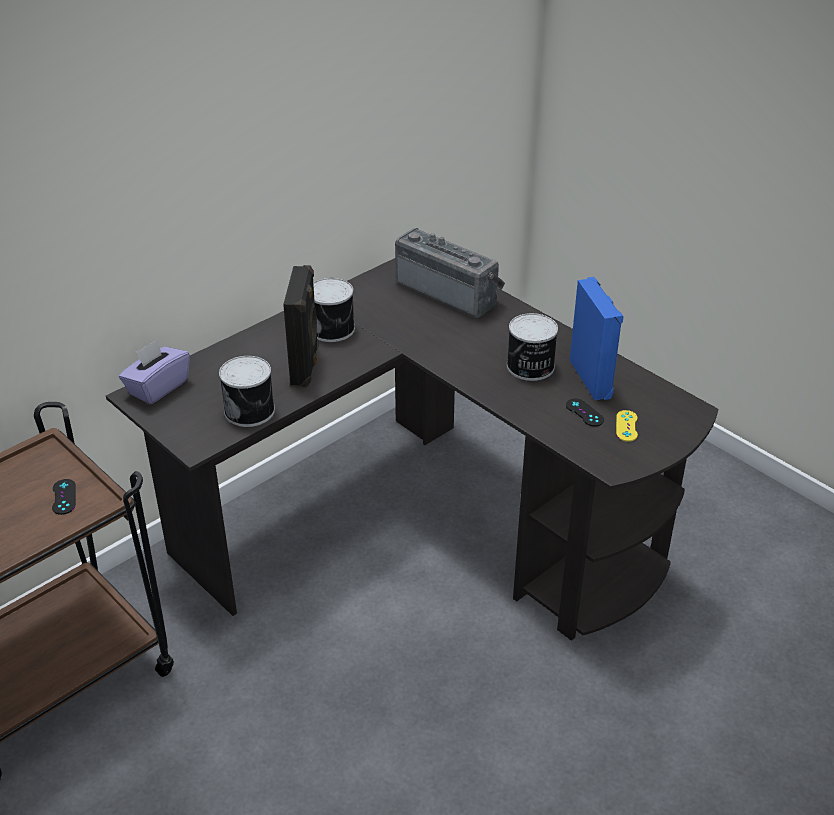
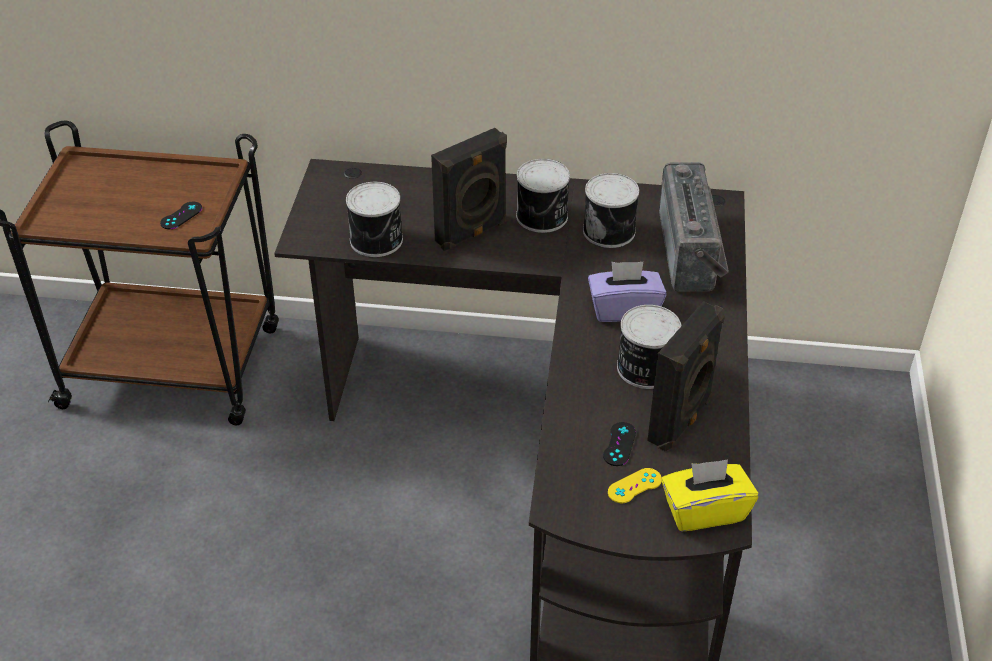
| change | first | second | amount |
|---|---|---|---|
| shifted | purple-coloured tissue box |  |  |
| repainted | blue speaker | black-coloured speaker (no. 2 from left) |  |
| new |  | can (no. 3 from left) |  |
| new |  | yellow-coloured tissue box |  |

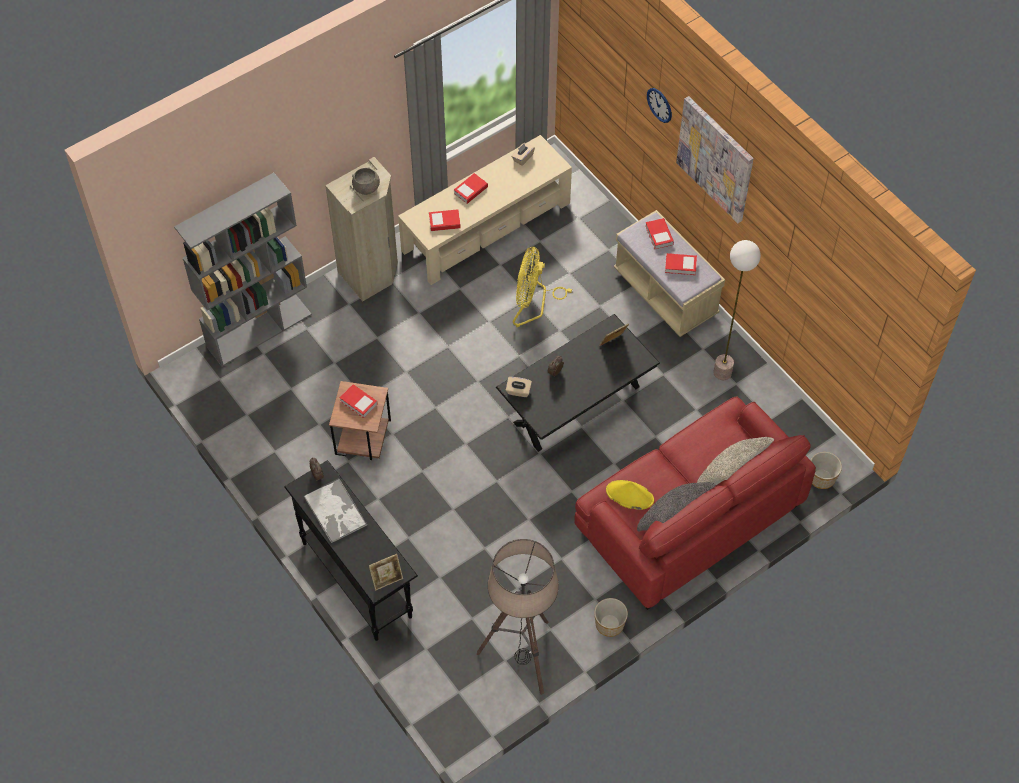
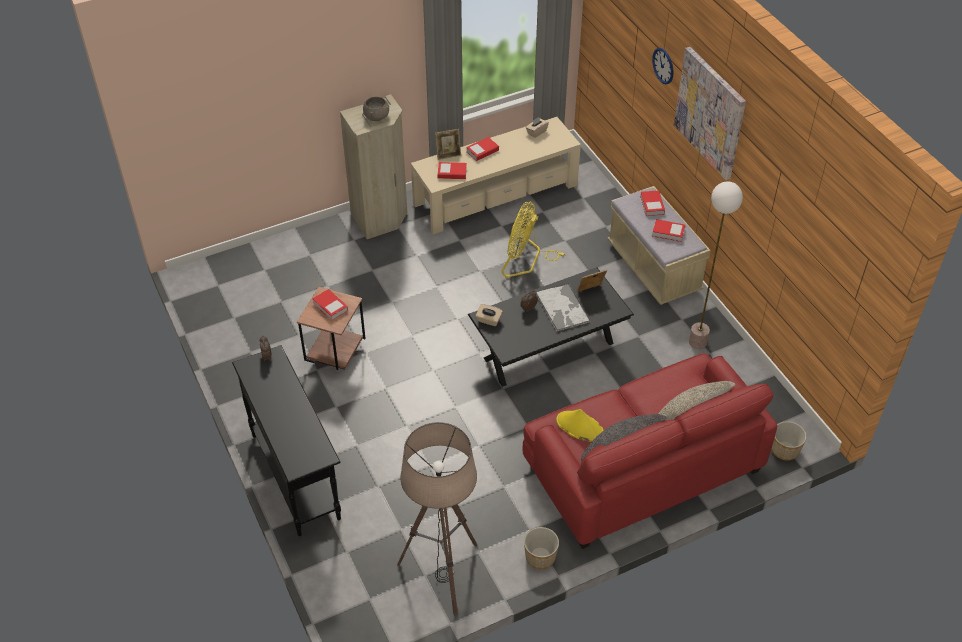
| change | first | second | amount |
|---|---|---|---|
| gone | gray bookshelf |  |  |
| shifted | serving tray |  |  |
| shifted | picture frame (no. 1 from left) |  |  |

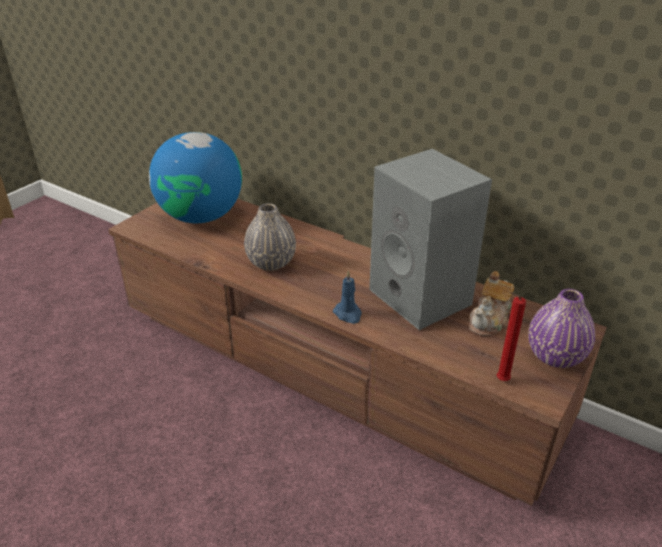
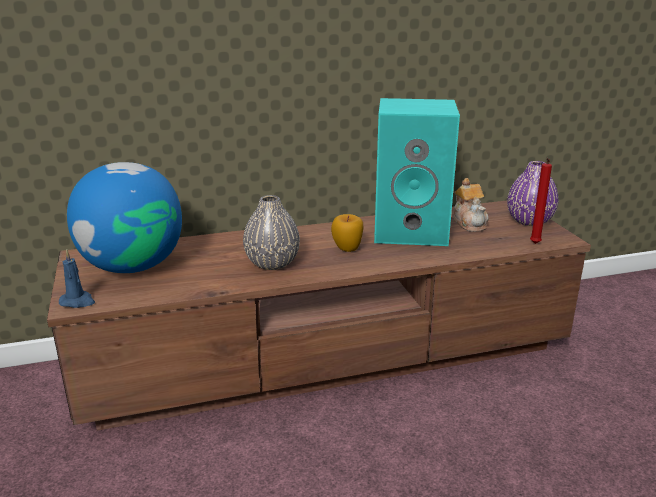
| change | first | second | amount |
|---|---|---|---|
| shifted | blue candle |  |  |
| repainted | gray speaker | turquoise speaker |  |
| new |  | whole apple |  |

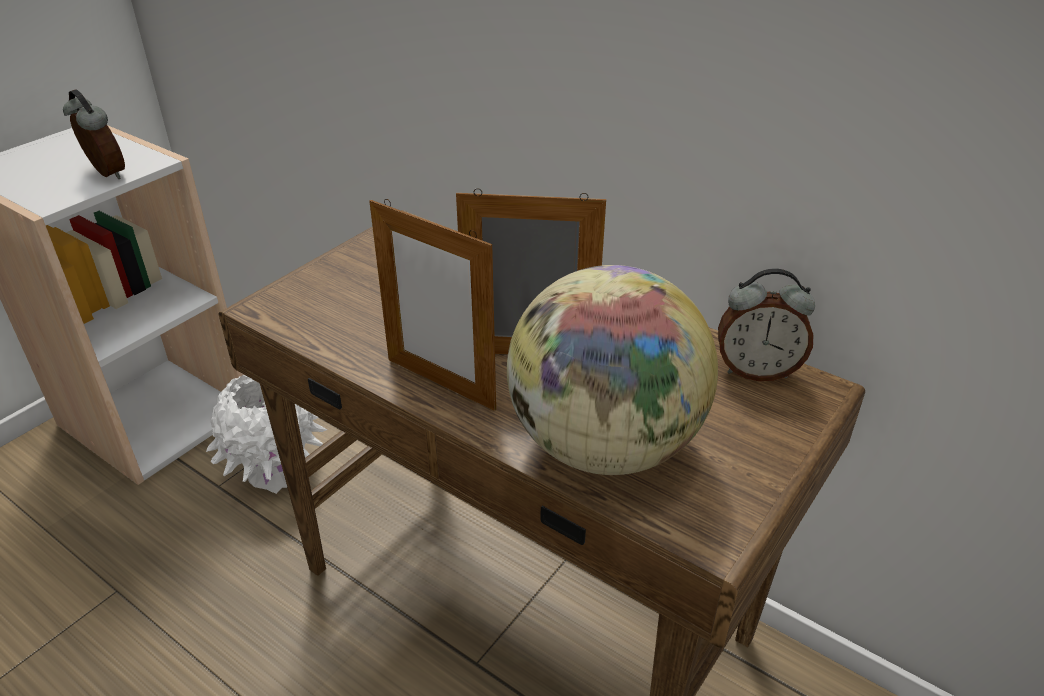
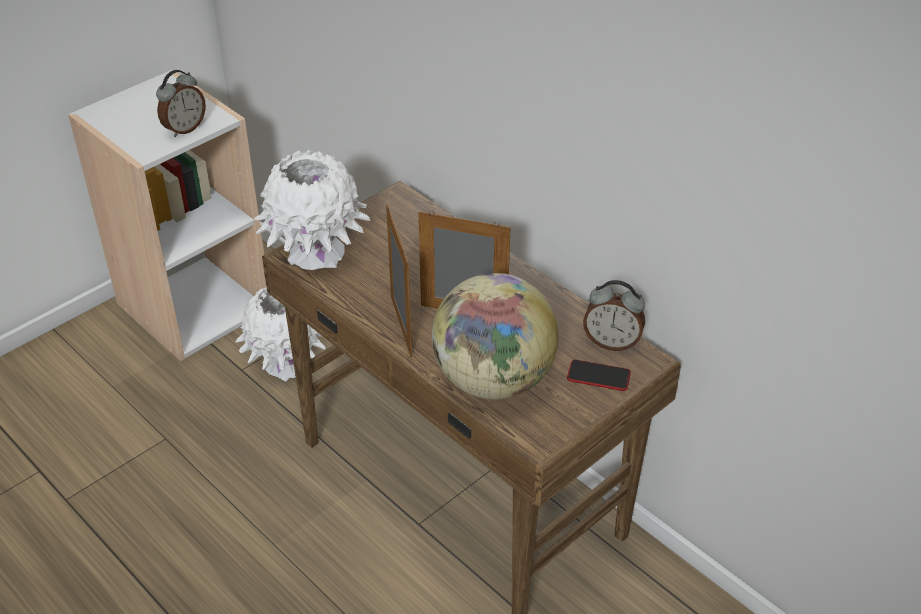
| change | first | second | amount |
|---|---|---|---|
| rotated | table clock (no. 1 from left) |  | 75 degrees clockwise |
| rotated | picture frame (no. 1 from left) |  | 150 degrees counterclockwise |
| new |  | white decorative vase (no. 2 from left) |  |
| new |  | handset |  |

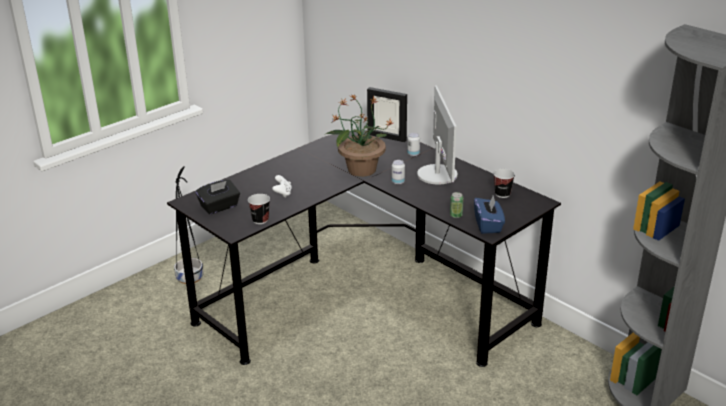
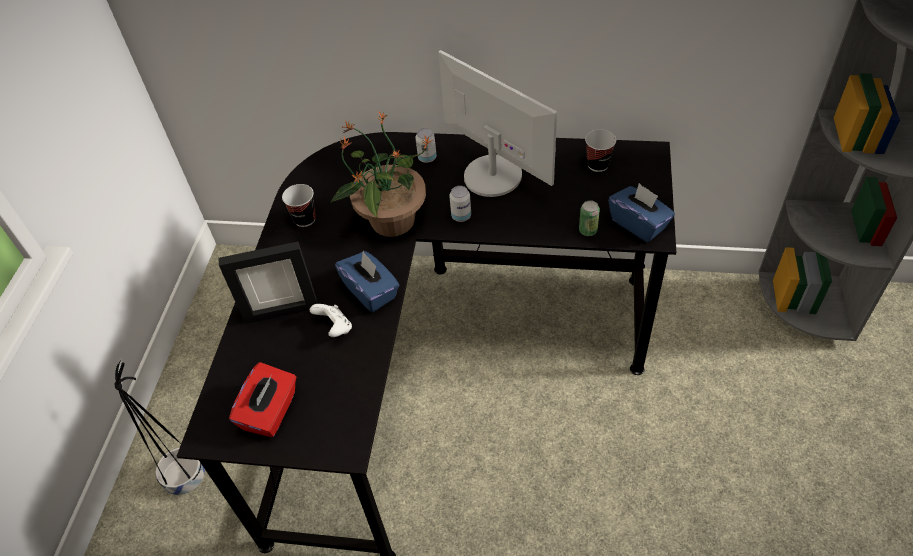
| change | first | second | amount |
|---|---|---|---|
| repainted | black-coloured tissue box | red tissue box |  |
| shifted | small cup (no. 1 from left) |  |  |
| shifted | picture frame |  |  |
| new |  | blue tissue box (no. 1 from left) |  |

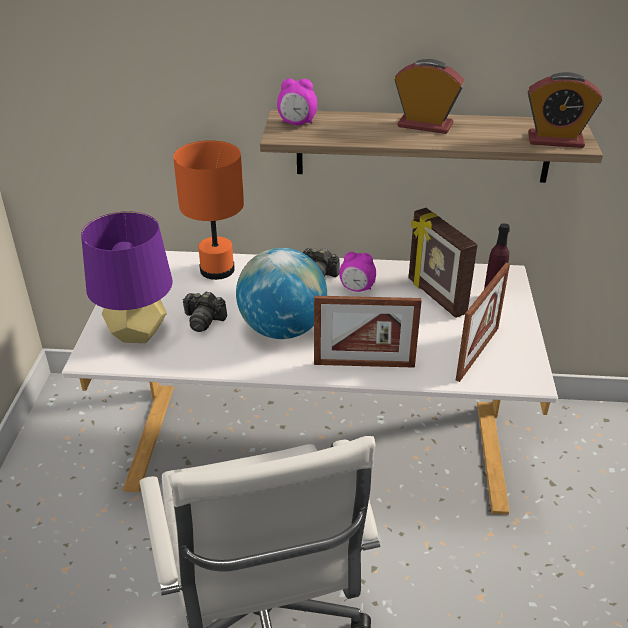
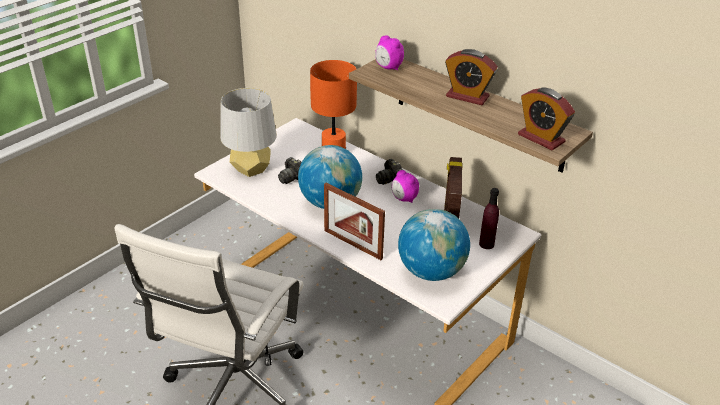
| change | first | second | amount |
|---|---|---|---|
| repainted | purple-coloured table lamp | gray table lamp |  |
| rotated | table clock (no. 3 from left) |  | 150 degrees clockwise |
| swapped | picture frame (no. 3 from left) | globe (no. 2 from left) |  |

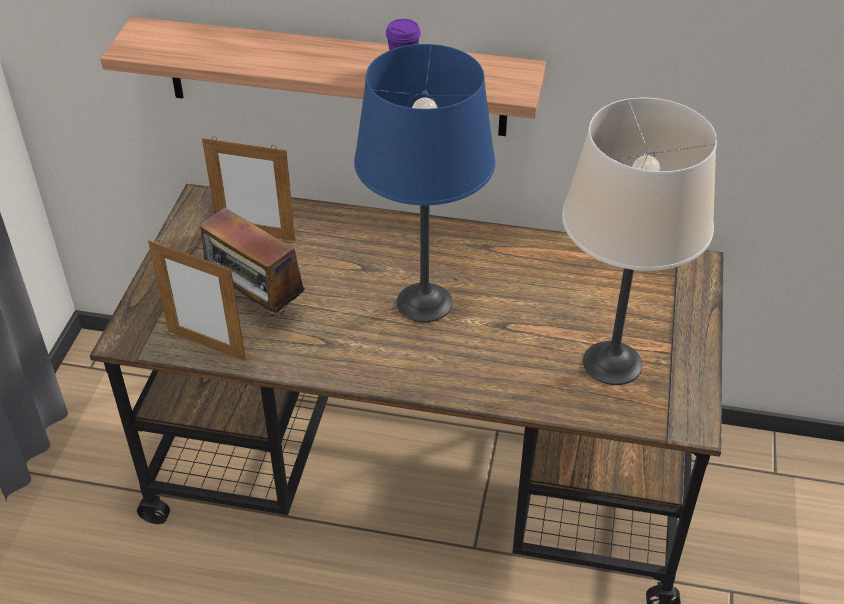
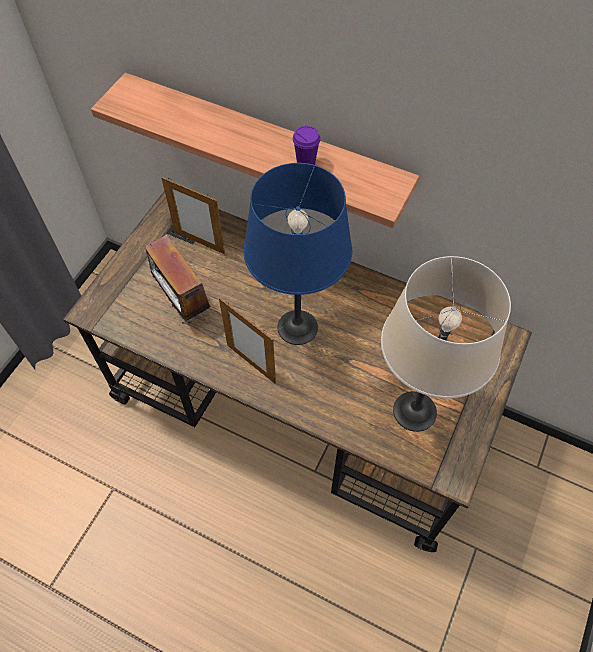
| change | first | second | amount |
|---|---|---|---|
| shifted | picture frame (no. 1 from left in the first image) | picture frame (no. 2 from left) |  |

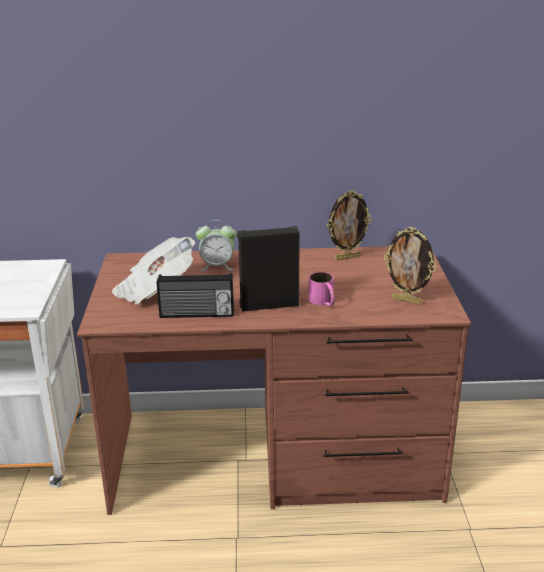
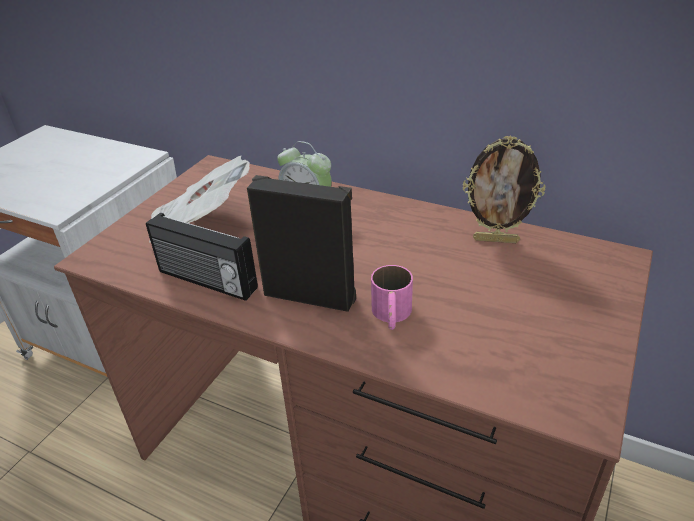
| change | first | second | amount |
|---|---|---|---|
| gone | picture frame (no. 2 from left) |  |  |

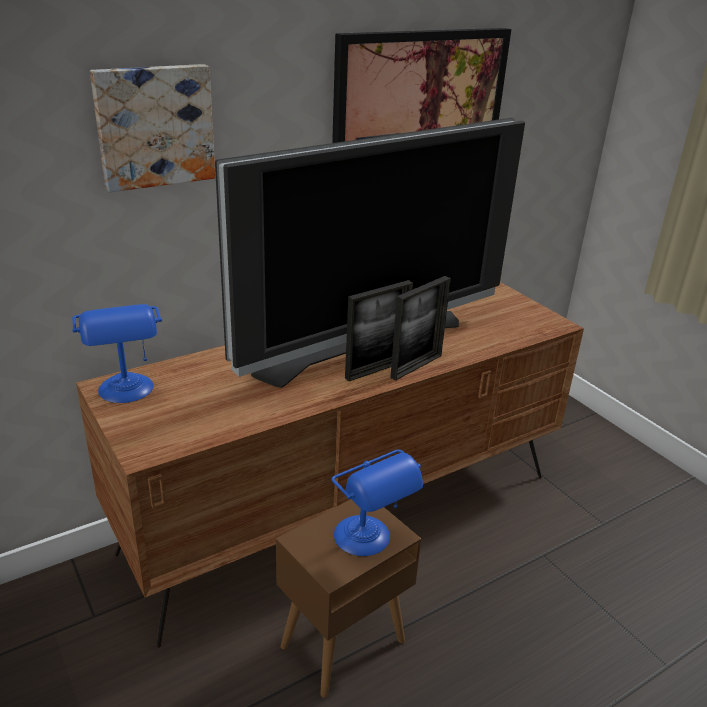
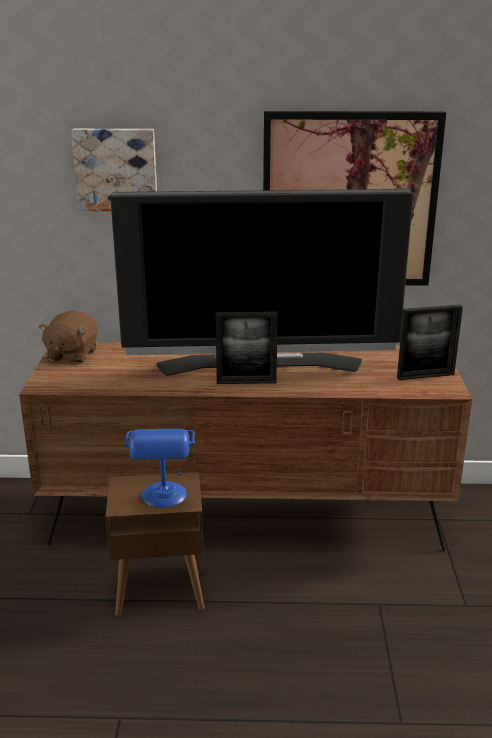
| change | first | second | amount |
|---|---|---|---|
| swapped | blue table lamp (no. 1 from left) | brown soft toy |  |
| shifted | picture frame (no. 2 from left) |  |  |

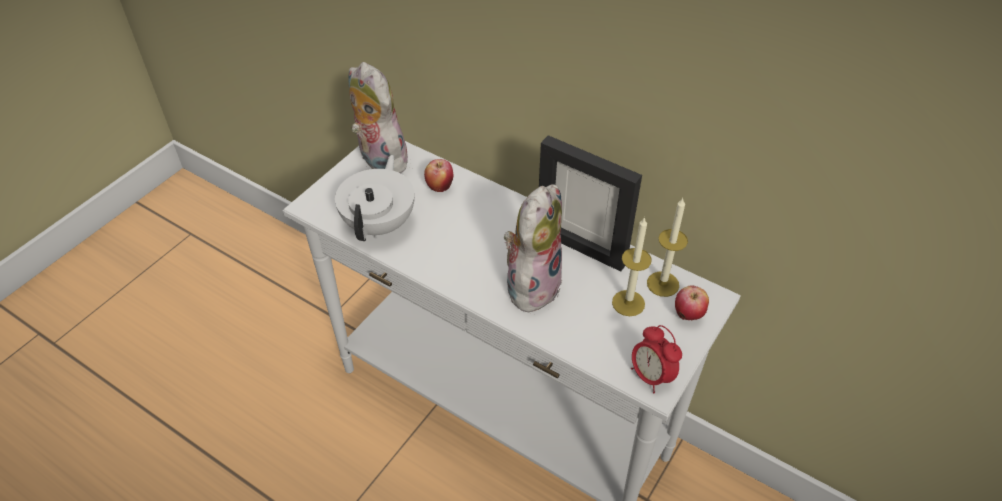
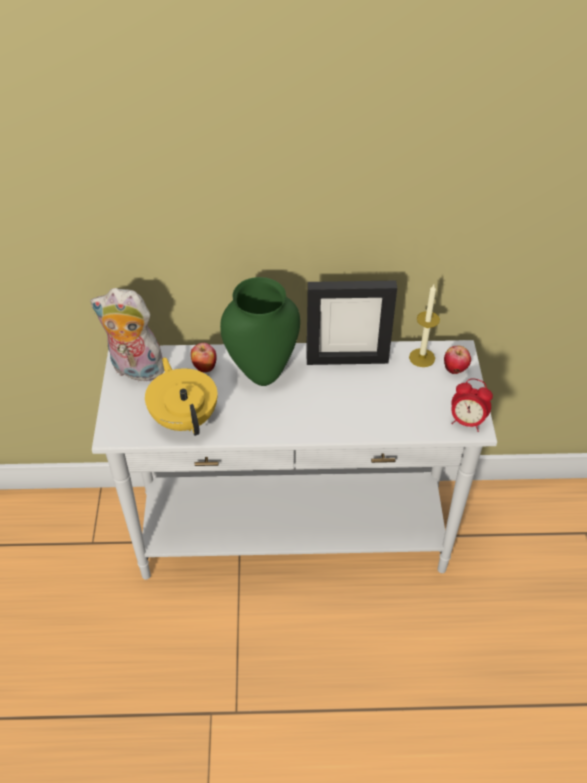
| change | first | second | amount |
|---|---|---|---|
| repainted | white pot for tea | yellow-coloured pot for tea |  |
| gone | soft toy (no. 2 from left) |  |  |
| gone | candle (no. 1 from left) |  |  |
| new |  | greenish decorative vase |  |

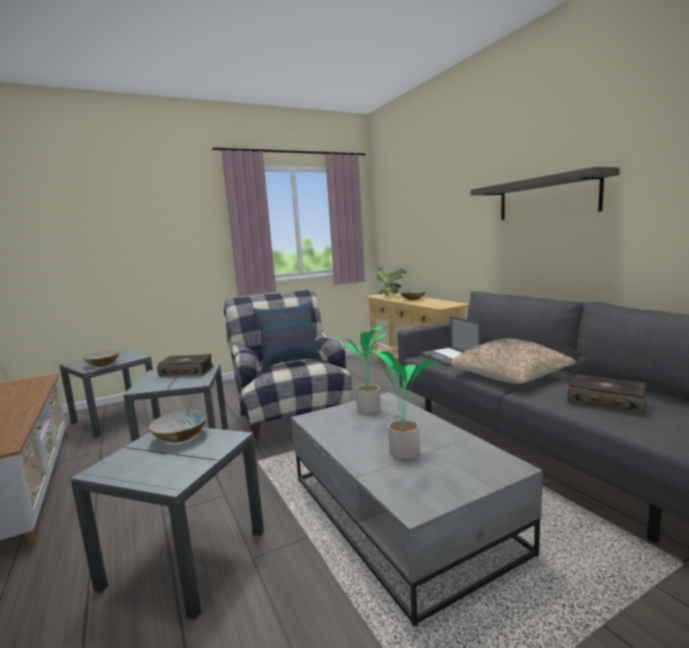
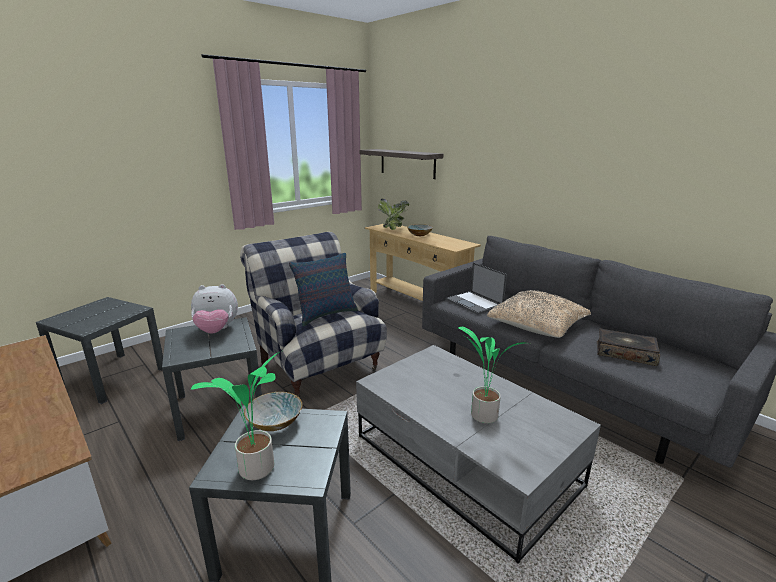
| change | first | second | amount |
|---|---|---|---|
| gone | bowl (no. 1 from left) |  |  |
| swapped | volume (no. 1 from left) | soft toy |  |
| shifted | houseplant (no. 1 from left) |  |  |
| shifted | wall shelf |  |  |

